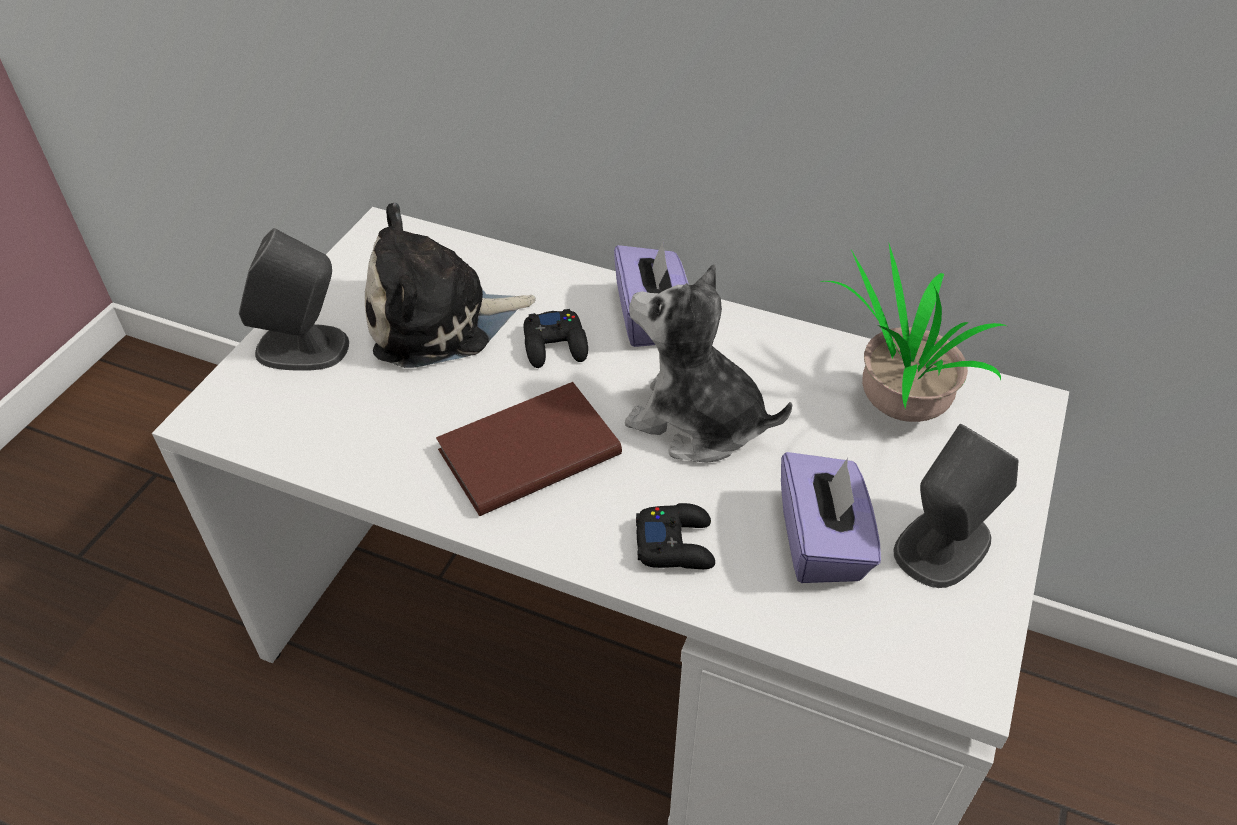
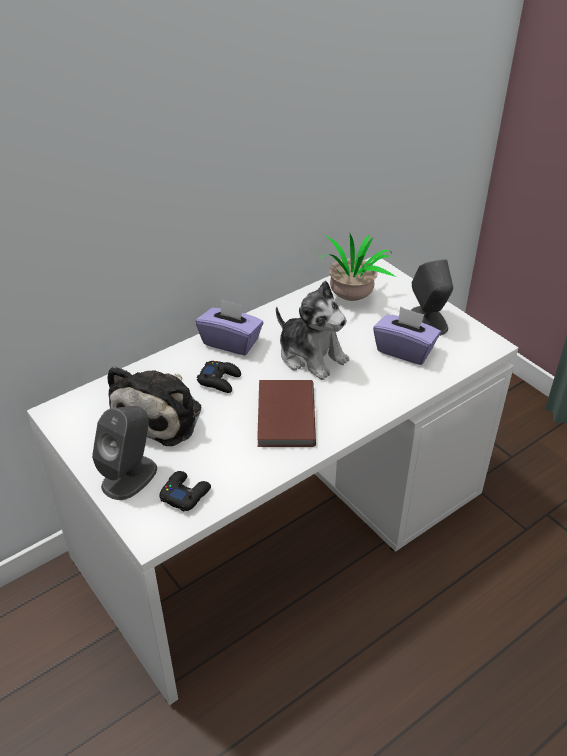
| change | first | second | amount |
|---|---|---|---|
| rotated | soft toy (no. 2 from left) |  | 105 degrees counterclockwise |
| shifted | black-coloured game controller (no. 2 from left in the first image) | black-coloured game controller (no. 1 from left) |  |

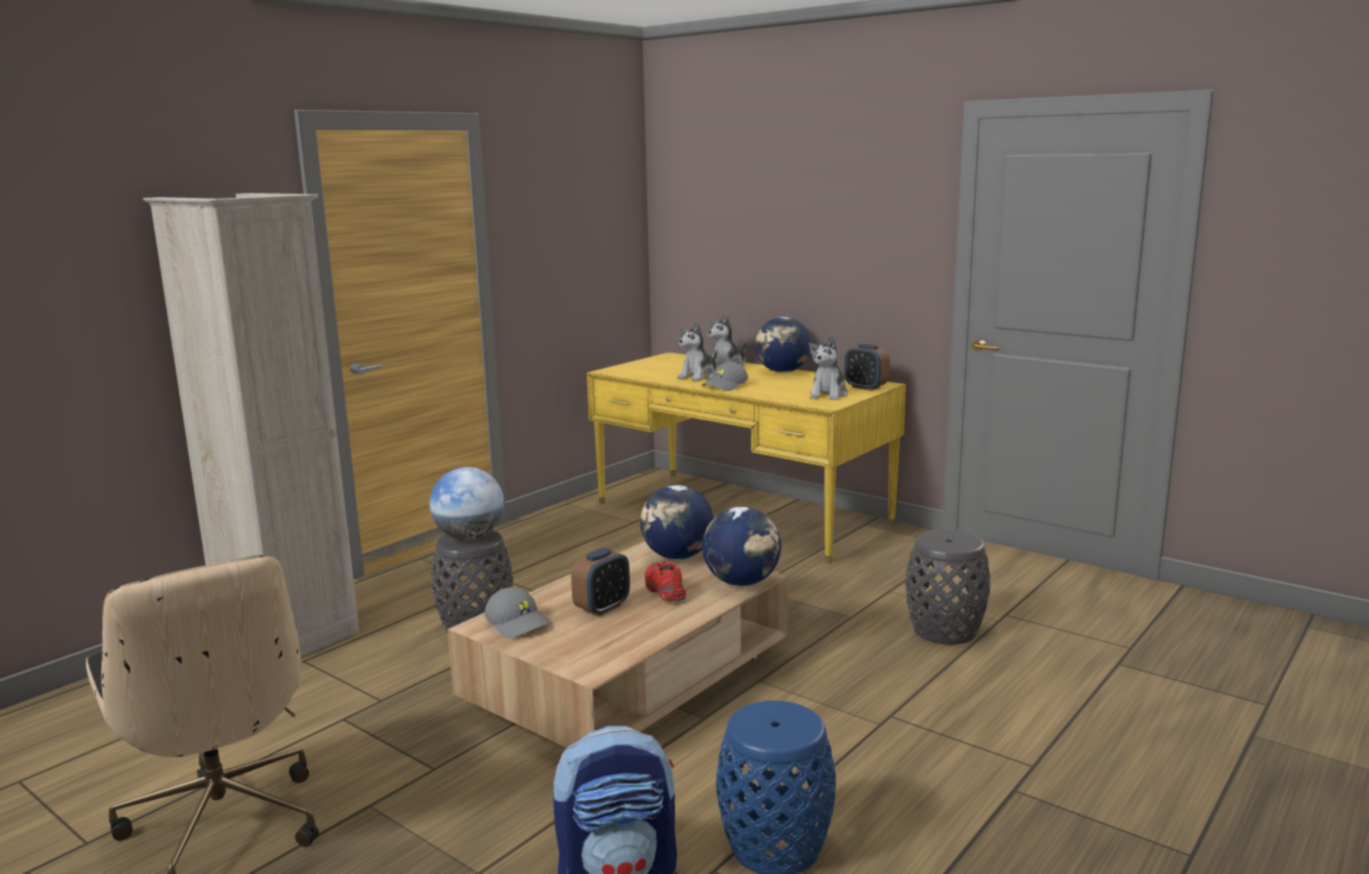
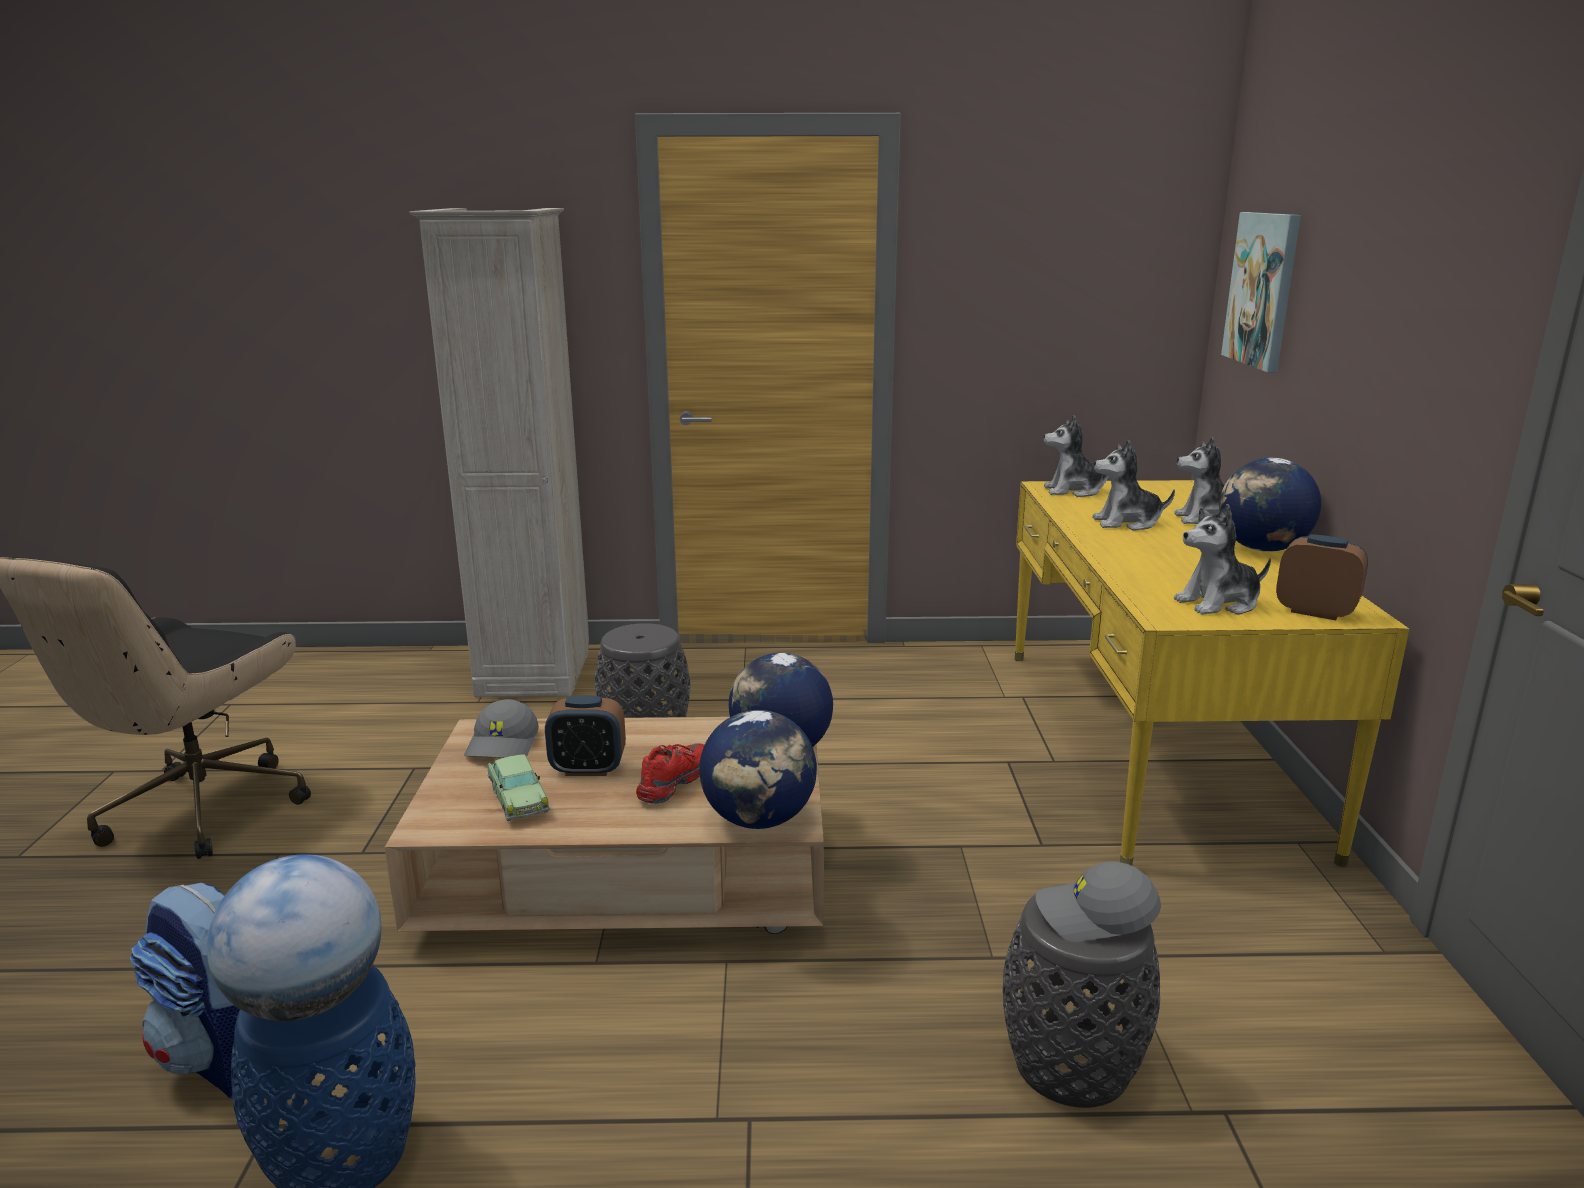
| change | first | second | amount |
|---|---|---|---|
| shifted | globe (no. 1 from left) |  |  |
| shifted | gray cap (no. 2 from left) |  |  |
| rotated | table clock (no. 2 from left) |  | 120 degrees clockwise |
| new |  | miniature car |  |
| new |  | soft toy (no. 1 from left) |  |
| new |  | wall picture |  |

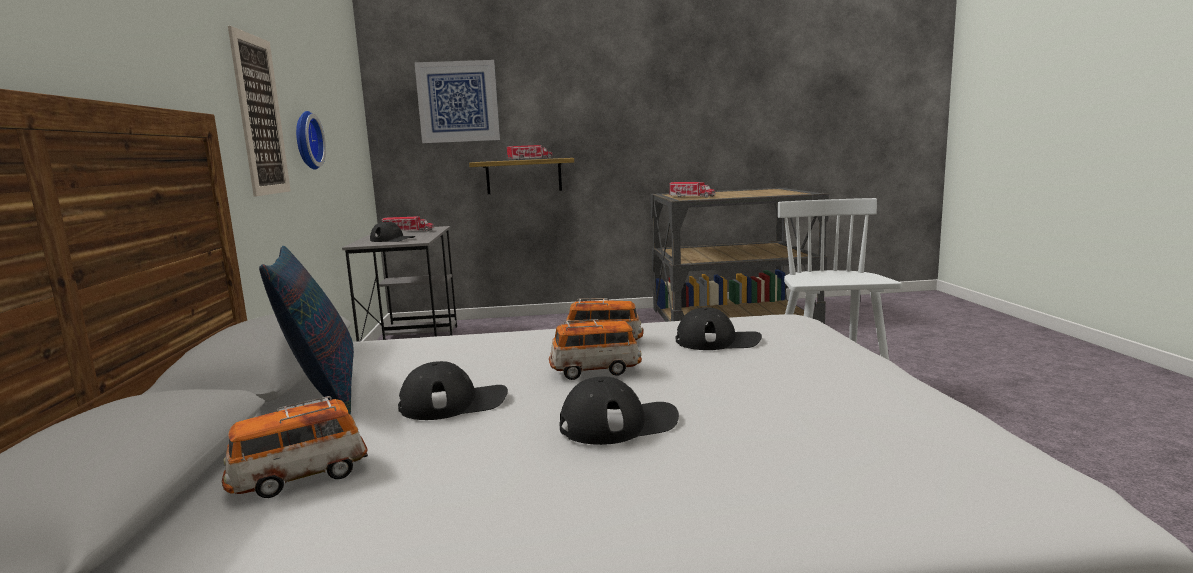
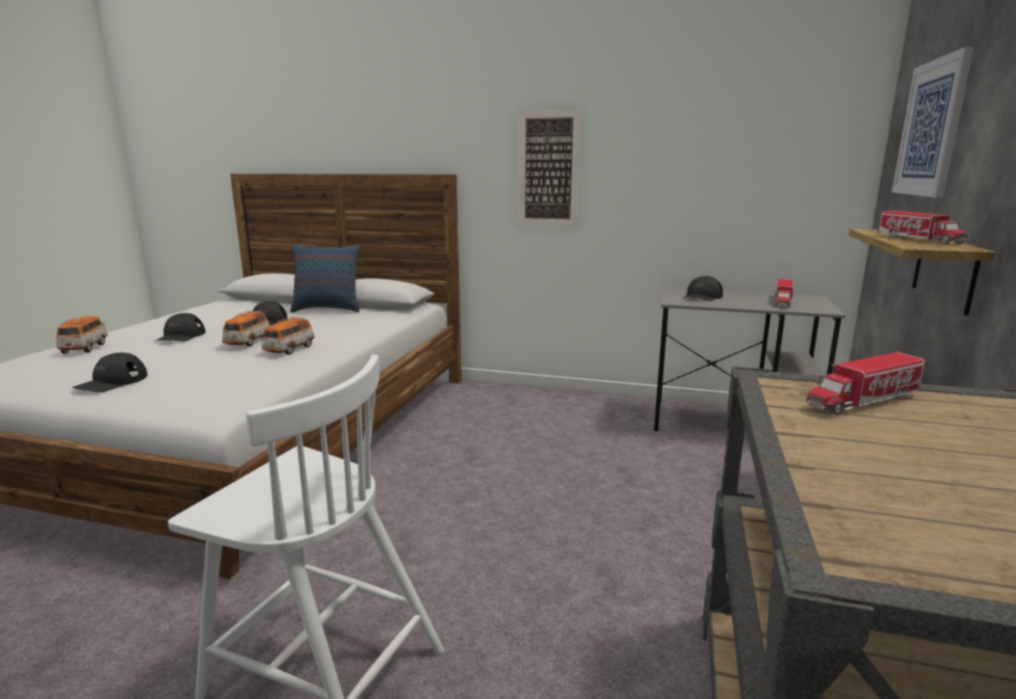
| change | first | second | amount |
|---|---|---|---|
| shifted | miniature car (no. 1 from left) |  |  |
| gone | hanging clock |  |  |
| shifted | black-coloured cap (no. 4 from left in the first image) | black-coloured cap (no. 1 from left) |  |

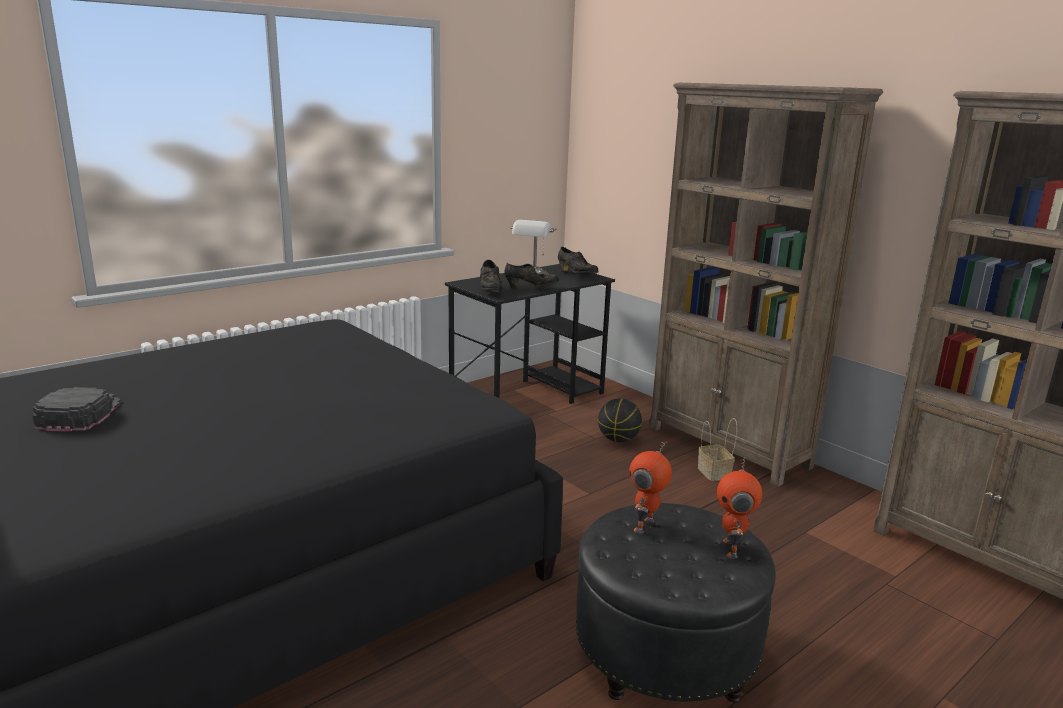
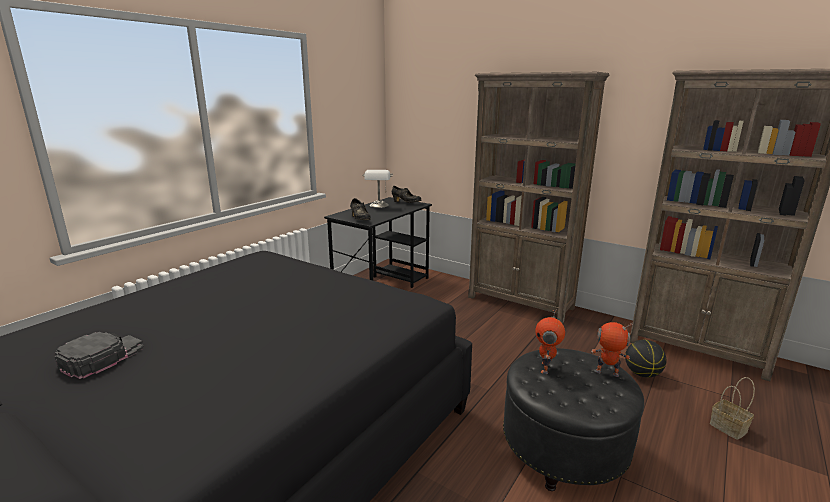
| change | first | second | amount |
|---|---|---|---|
| rotated | black-coloured cap |  | 45 degrees clockwise |
| gone | black-coloured low shoe (no. 2 from left) |  |  |
| shifted | basketball |  |  |
| shifted | household basket |  |  |
| rotated | model robot (no. 2 from left) |  | 120 degrees clockwise |

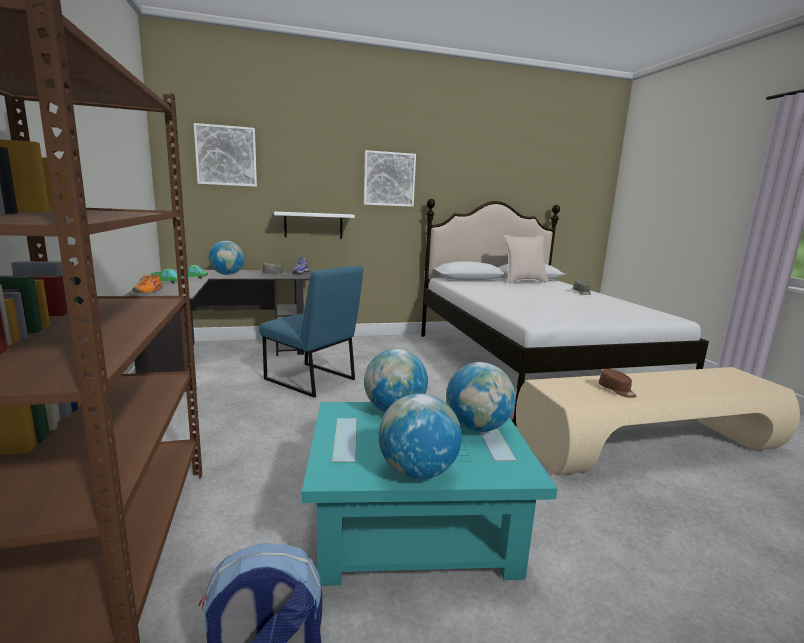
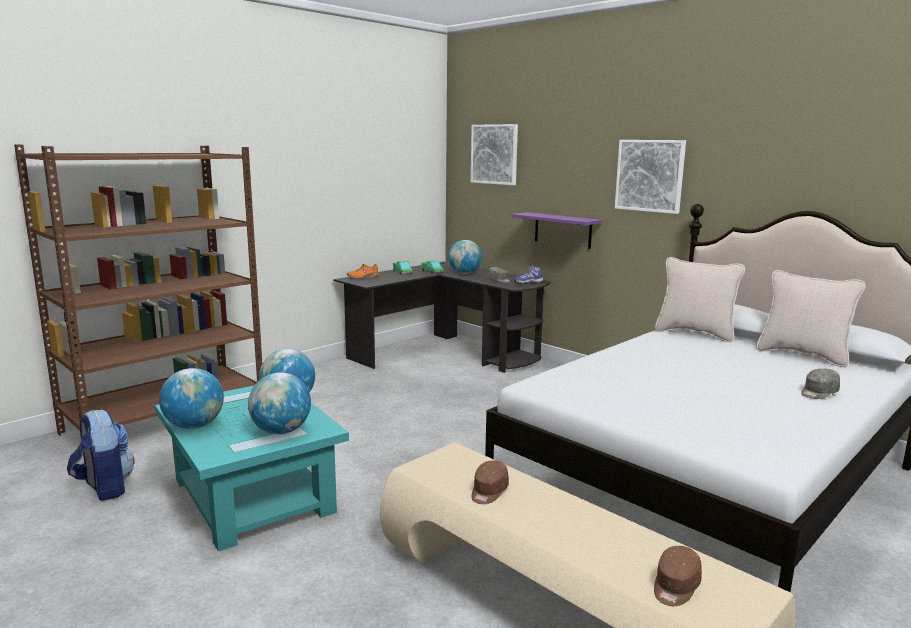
| change | first | second | amount |
|---|---|---|---|
| gone | blue plain chair |  |  |
| repainted | white wall shelf | purple-coloured wall shelf |  |
| new |  | brown cap (no. 2 from left) |  |
| new |  | sand-coloured pillow (no. 1 from left) |  |

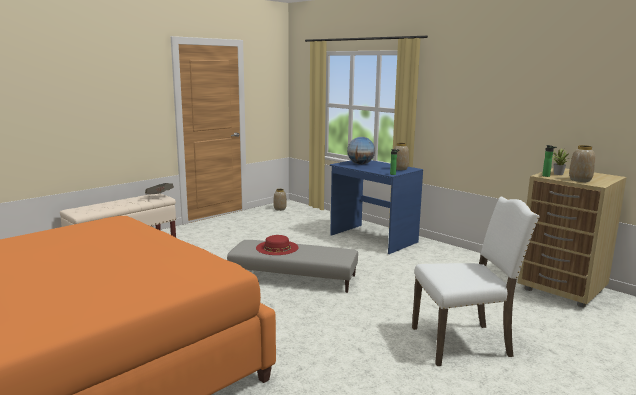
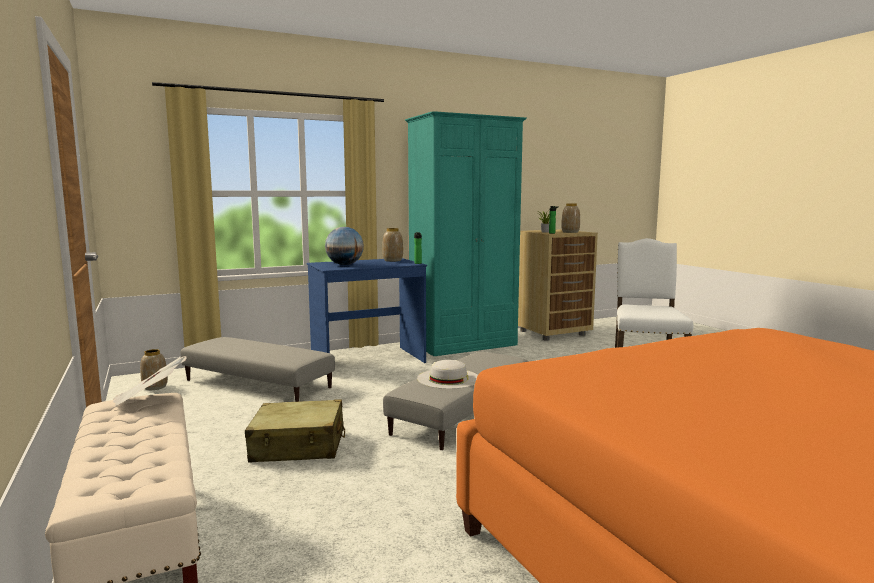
| change | first | second | amount |
|---|---|---|---|
| repainted | red wearable hat | white wearable hat |  |
| new |  | gray pouffe (no. 1 from left) |  |
| new |  | sand-coloured travel case |  |
| new |  | turquoise wardrobe |  |

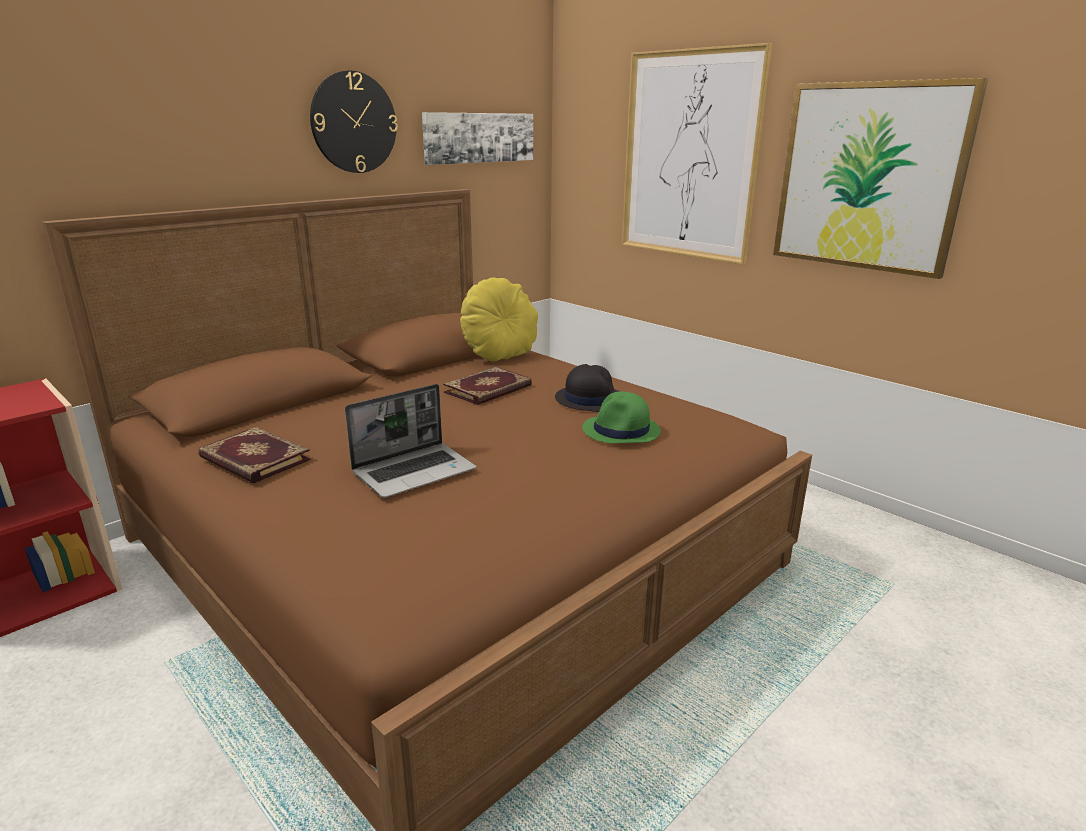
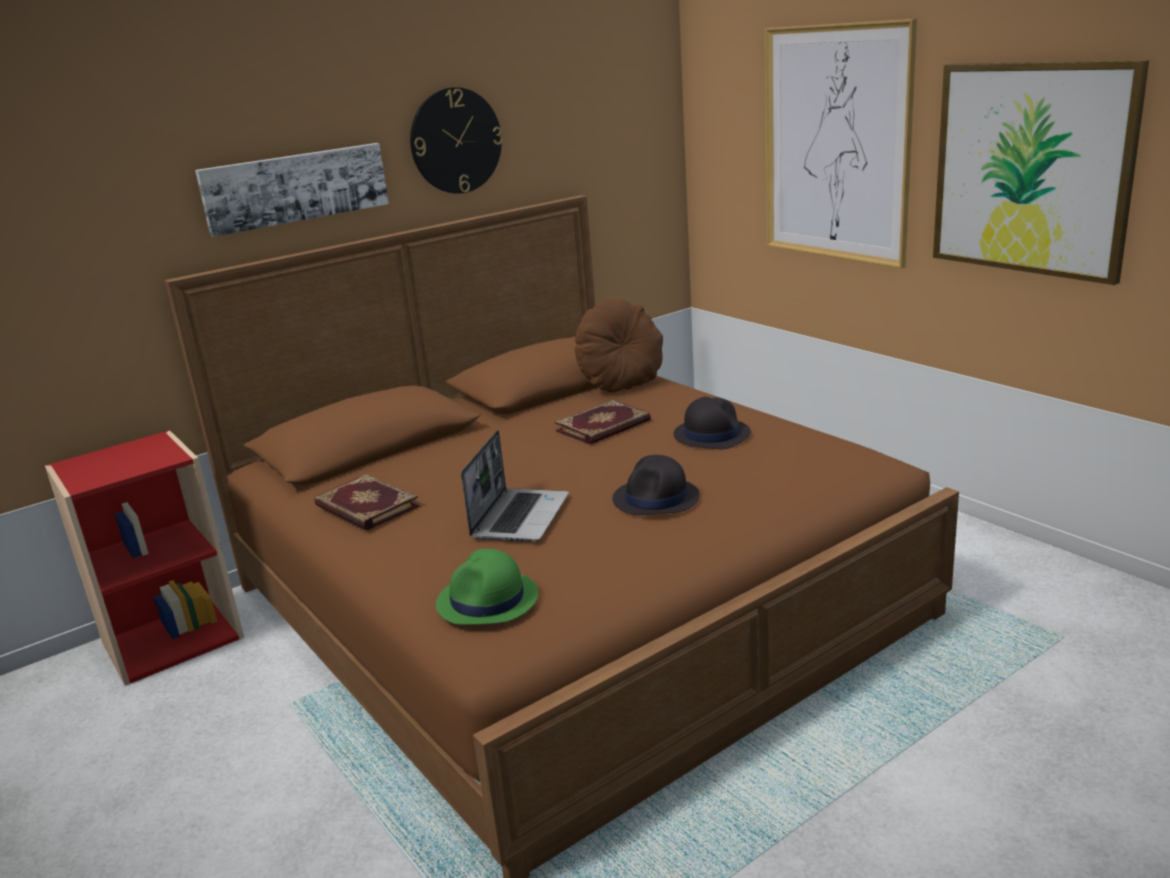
| change | first | second | amount |
|---|---|---|---|
| rotated | notebook computer |  | 45 degrees counterclockwise |
| shifted | wall picture (no. 1 from left) |  |  |
| repainted | yellow-coloured pillow | brown pillow |  |
| shifted | greenish wearable hat |  |  |
| new |  | black-coloured wearable hat (no. 1 from left) |  |

